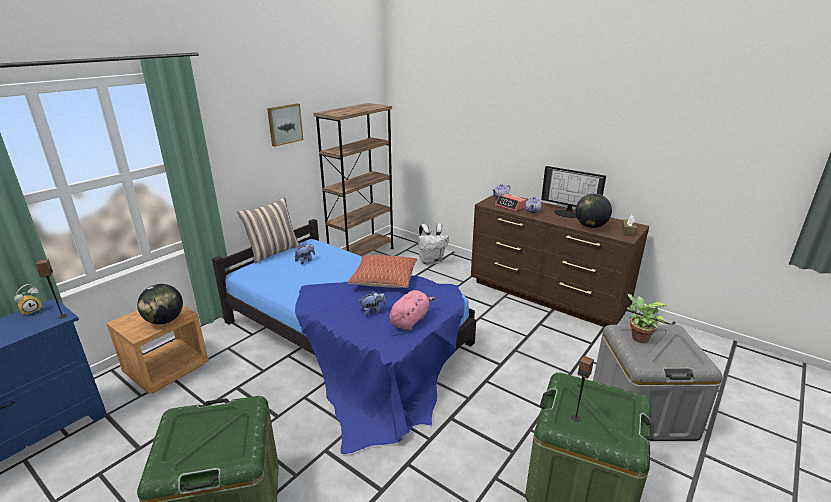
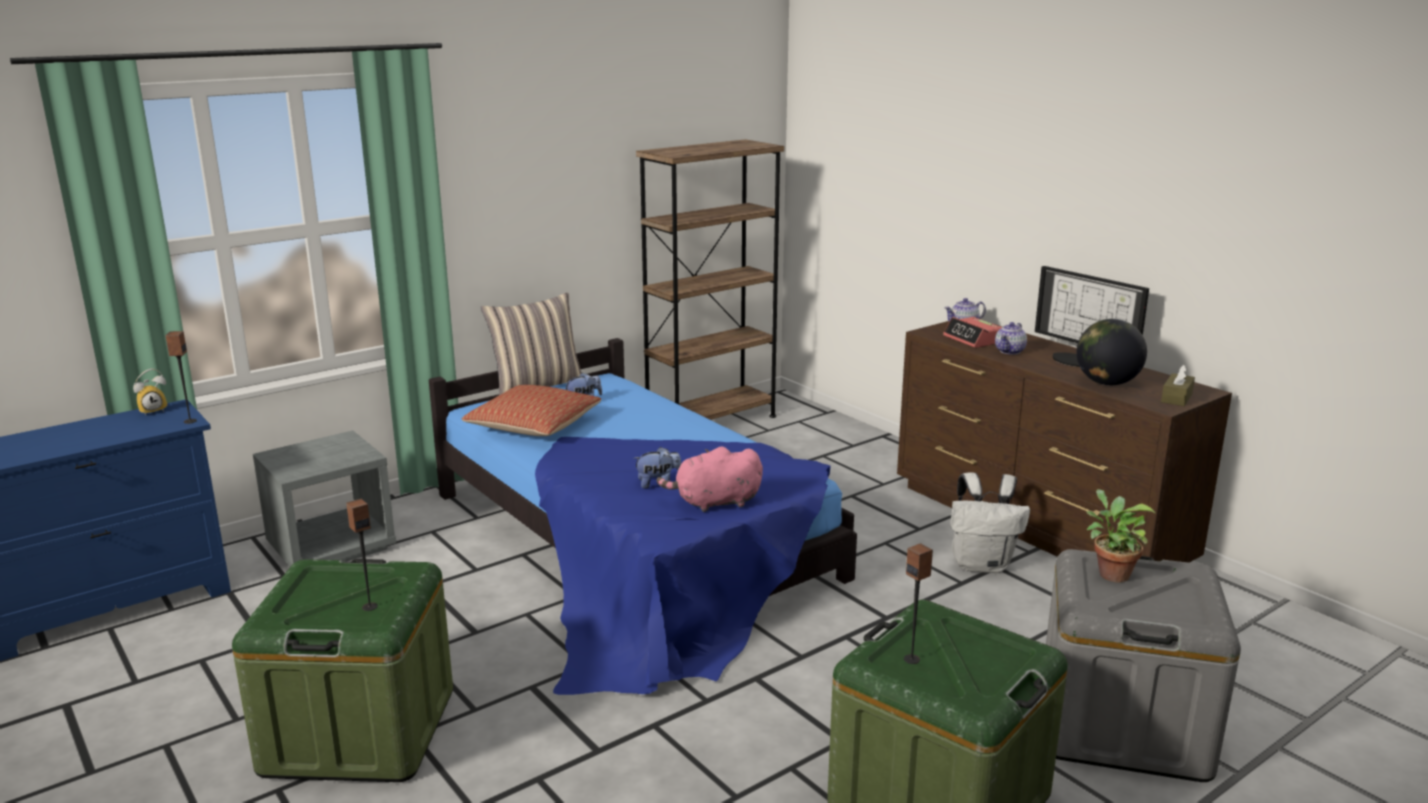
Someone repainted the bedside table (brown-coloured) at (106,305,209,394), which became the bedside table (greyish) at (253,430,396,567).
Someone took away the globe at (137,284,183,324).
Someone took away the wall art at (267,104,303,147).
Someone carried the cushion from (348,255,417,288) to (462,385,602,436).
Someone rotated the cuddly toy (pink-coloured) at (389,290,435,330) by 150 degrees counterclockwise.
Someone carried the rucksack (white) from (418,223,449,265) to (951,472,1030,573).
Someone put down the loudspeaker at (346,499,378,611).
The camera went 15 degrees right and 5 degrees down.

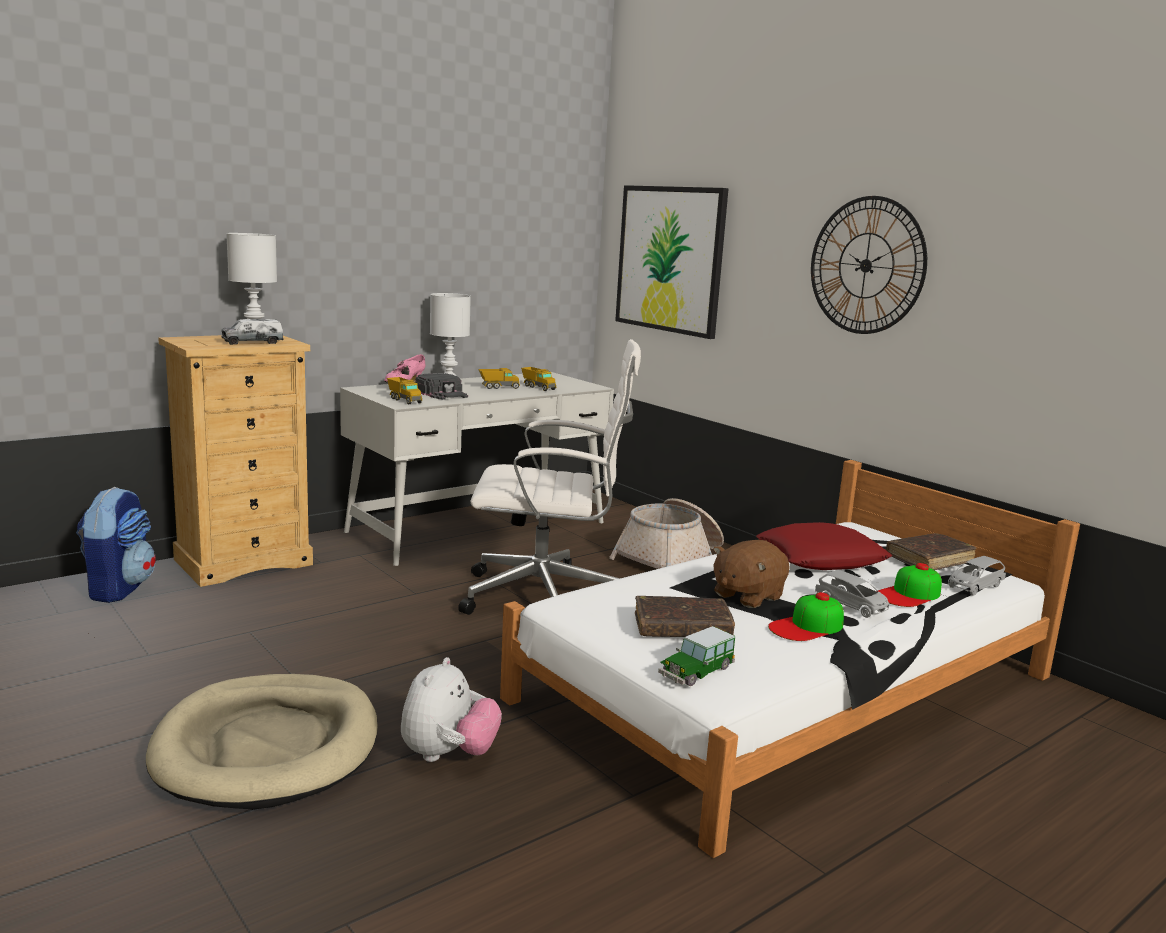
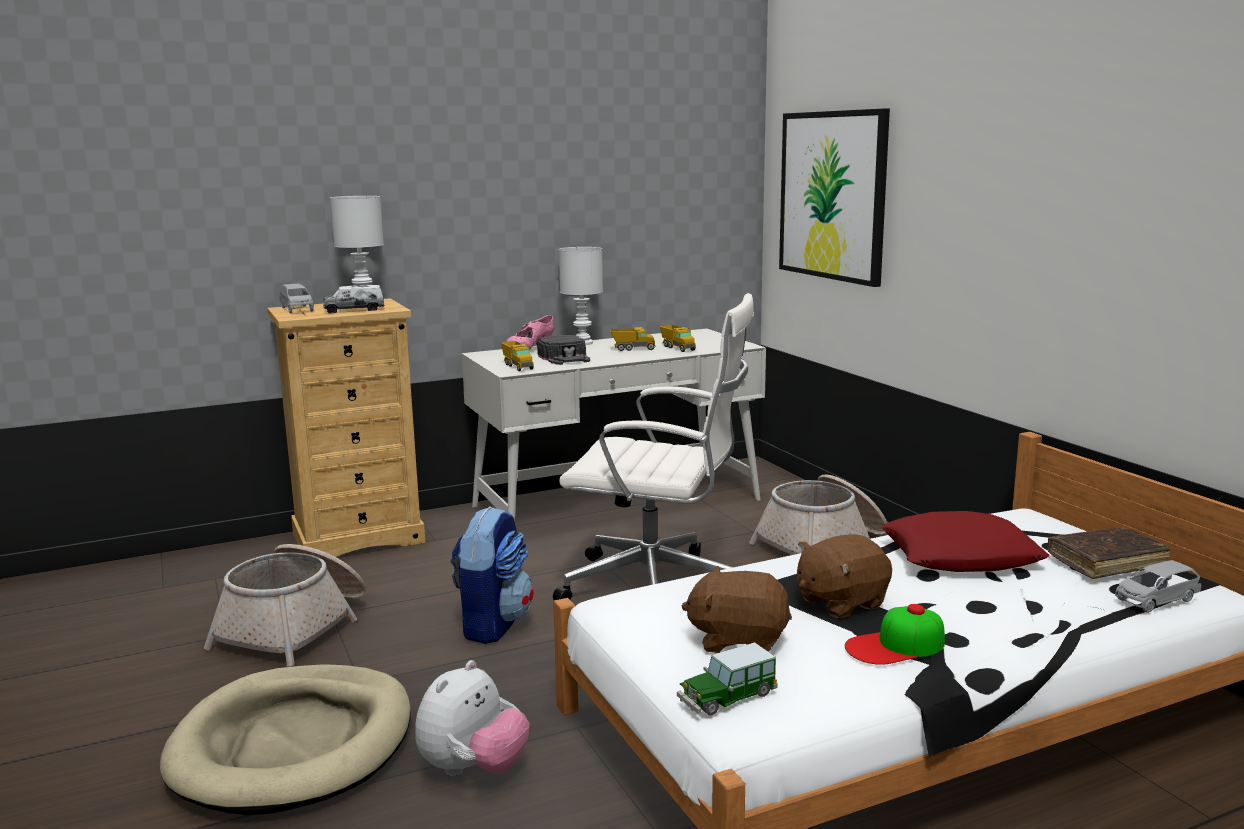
Someone carried the rucksack from (76,487,156,603) to (450,506,534,644).
Someone swapped the bound book (brown-coloured) at (635,596,735,637) for the cuddly toy (brown-coloured) at (682,566,792,653).
Someone took away the hanging clock at (811,196,927,334).
Someone carried the miniature car (greyish) from (815,570,889,618) to (280,284,314,313).
Someone took away the baseball cap at (878,563,942,607).
Someone put down the household basket at (204,544,366,667).
The camera went 15 degrees right and 0 degrees up.

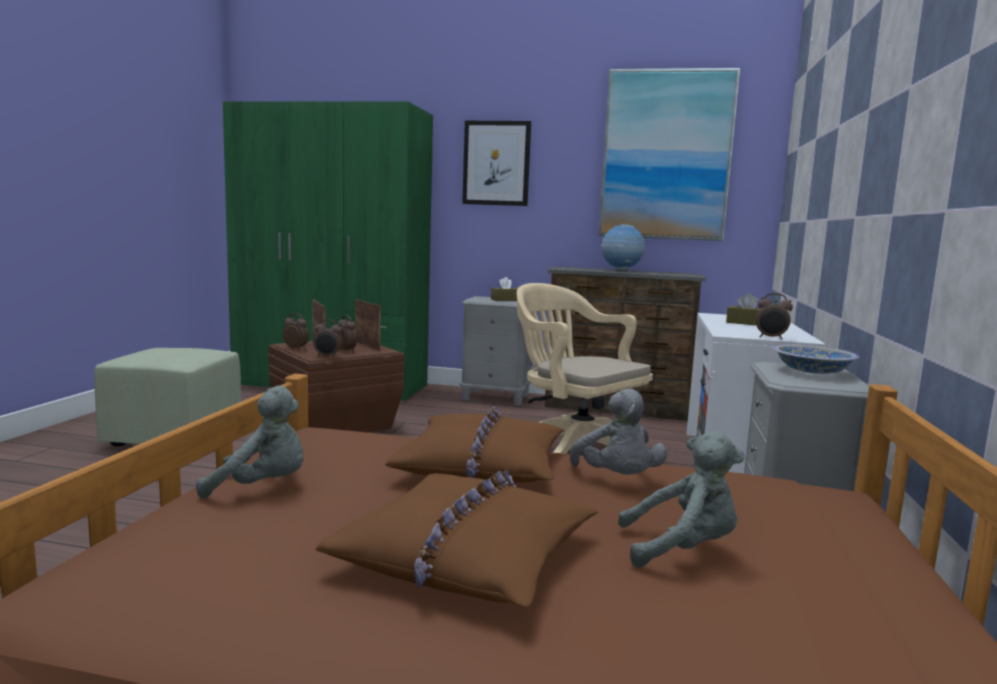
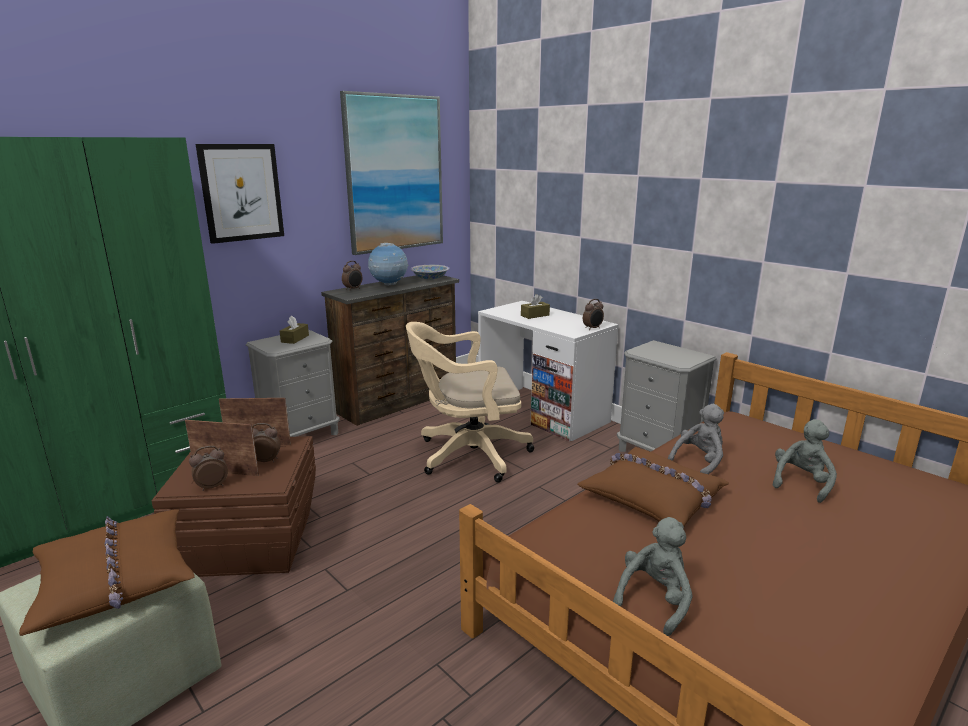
Someone carried the bedside clock from (313,319,342,358) to (342,261,362,291).
Someone carried the cushion (brown-coloured) from (316,471,598,607) to (19,509,195,636).
Someone rotated the cuddly toy (greyish) at (570,389,667,475) by 60 degrees counterclockwise.
Someone carried the bowl from (773,345,859,374) to (411,265,449,279).
The camera went 55 degrees left and 10 degrees up.

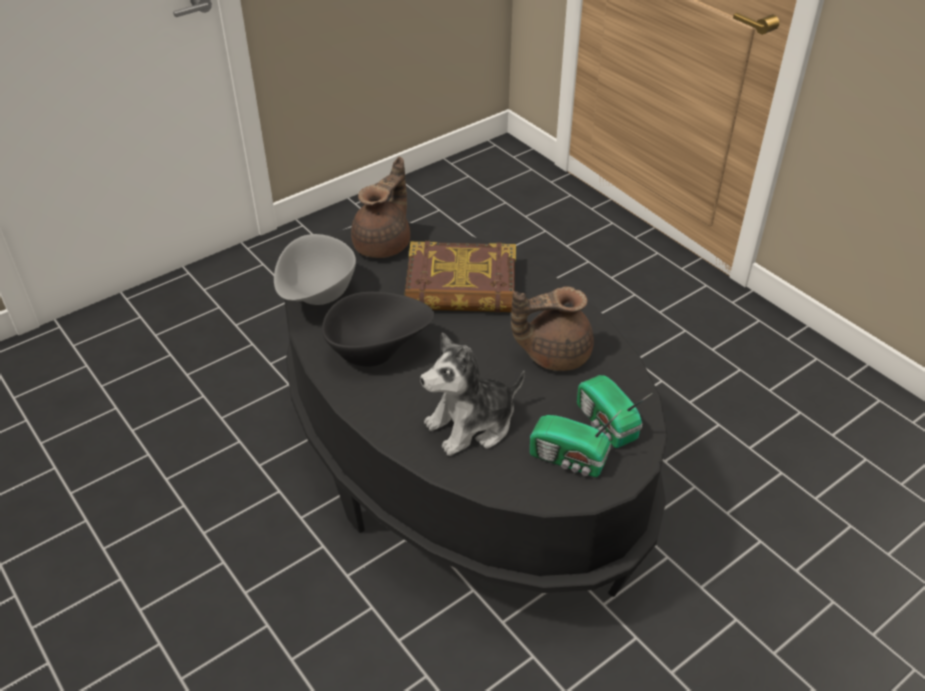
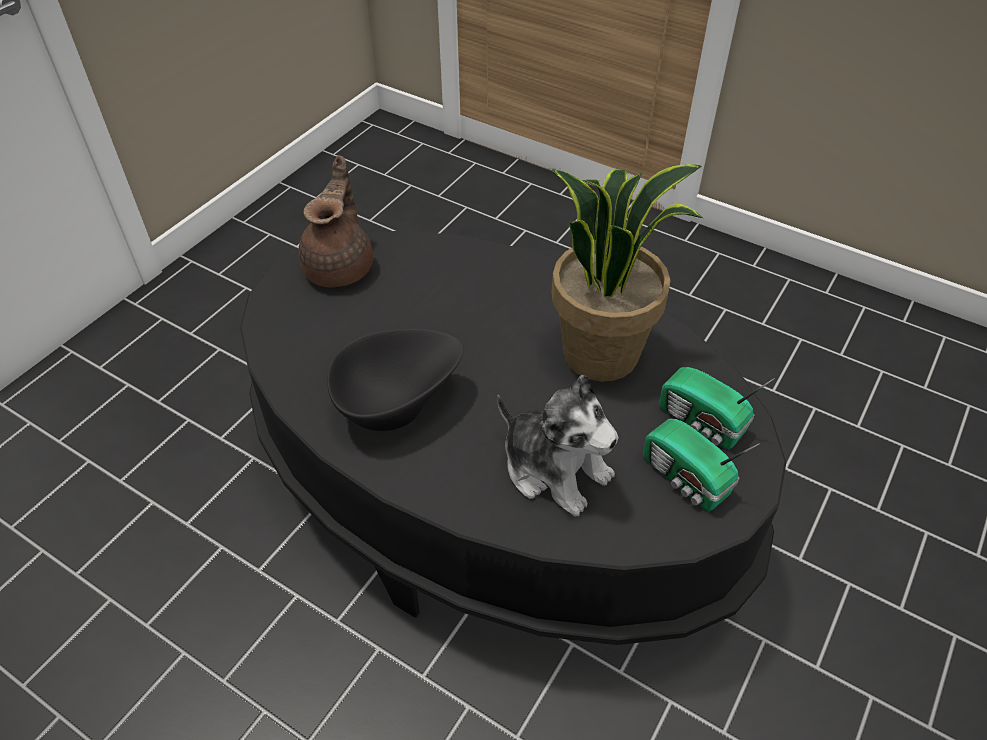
Someone took away the bowl (greyish) at (274,234,356,305).
Someone took away the bound book at (405,241,516,312).
Someone rotated the cuddly toy at (420,333,525,456) by 90 degrees counterclockwise.
Someone swapped the tea pot (brown-coloured) at (511,286,594,371) for the houseplant at (551,164,703,382).
Someone rotated the radio at (530,410,621,477) by 45 degrees clockwise.
The camera went 20 degrees left and 5 degrees up.

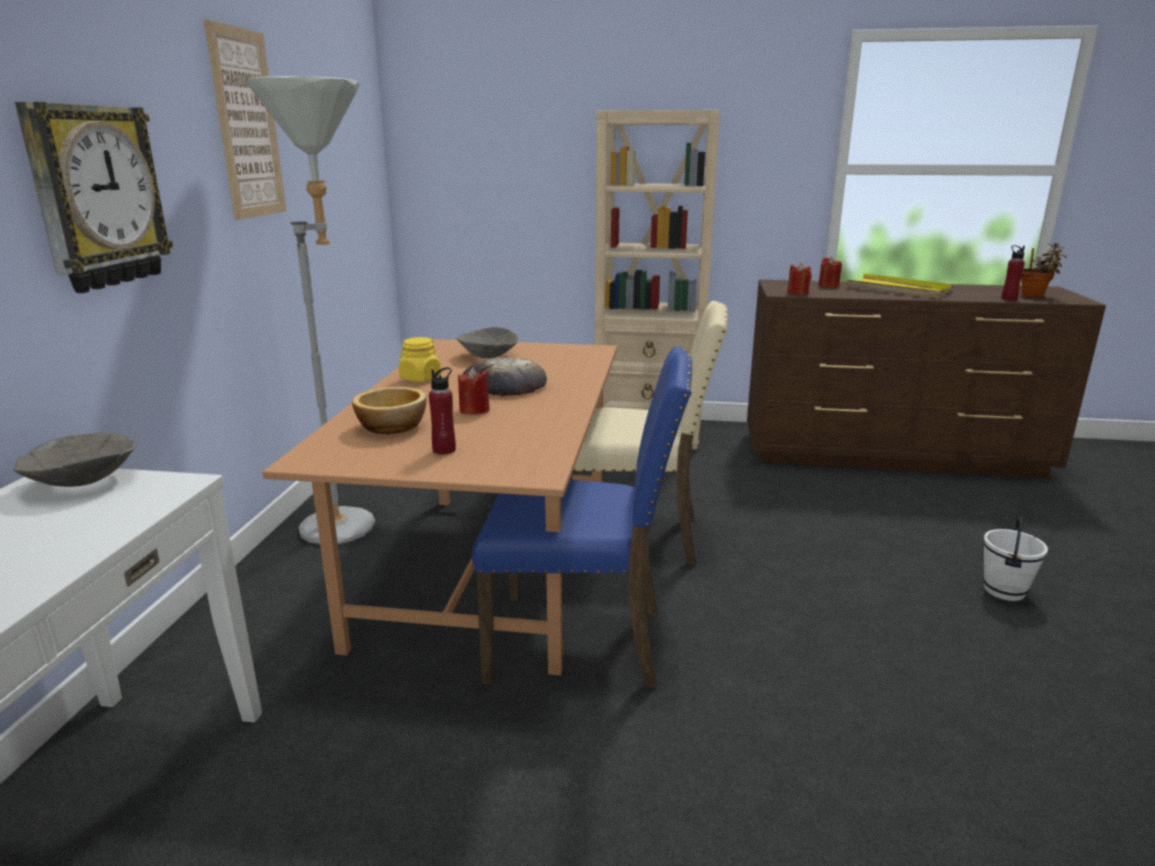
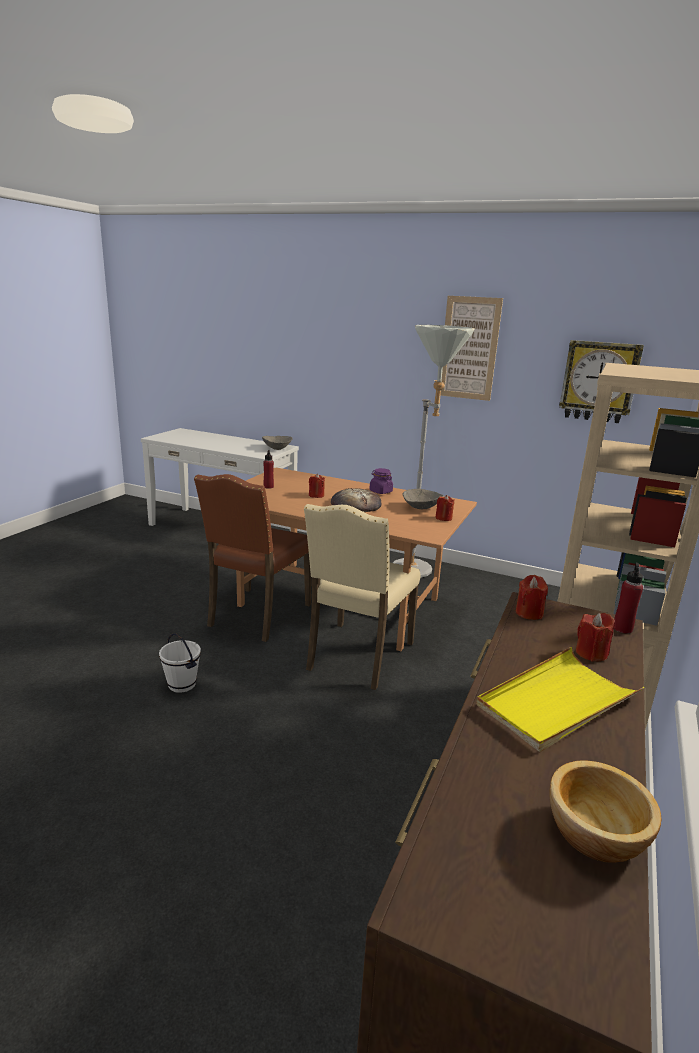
Someone carried the hanging clock from (15,102,173,293) to (559,340,644,423).
Someone carried the bowl from (352,387,427,434) to (549,760,662,863).
Someone repainted the storage jar (yellow-coloured) at (398,337,441,382), which became the storage jar (purple) at (369,468,393,494).
Someone repainted the plain chair (blue-coloured) at (472,346,692,688), which became the plain chair (brown-coloured) at (194,474,312,642).
Someone carried the water bucket (white) from (983,517,1048,601) to (159,633,201,693).
Someone carried the bottle (red) from (1001,245,1025,301) to (614,563,643,634).
Someone took away the houseplant at (1021,243,1067,297).
Someone put down the wax candle (red) at (435,495,455,521).
The camera went 105 degrees right and 0 degrees up.

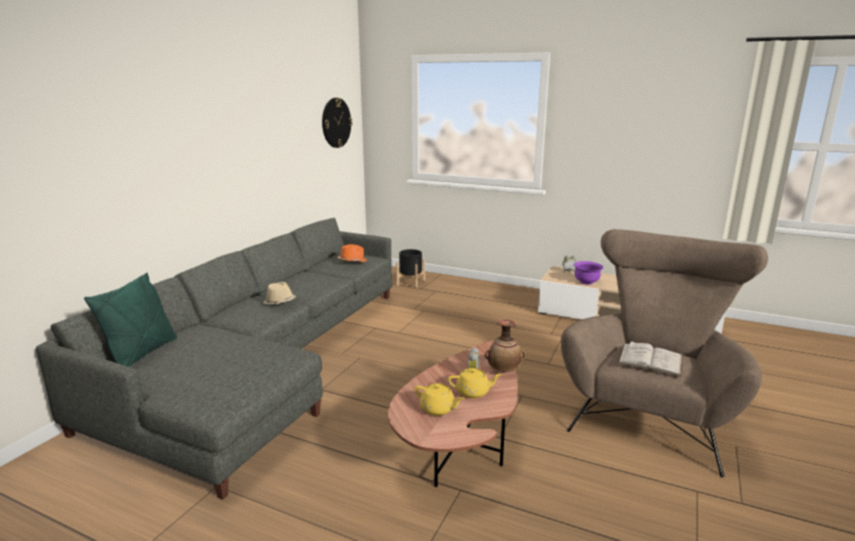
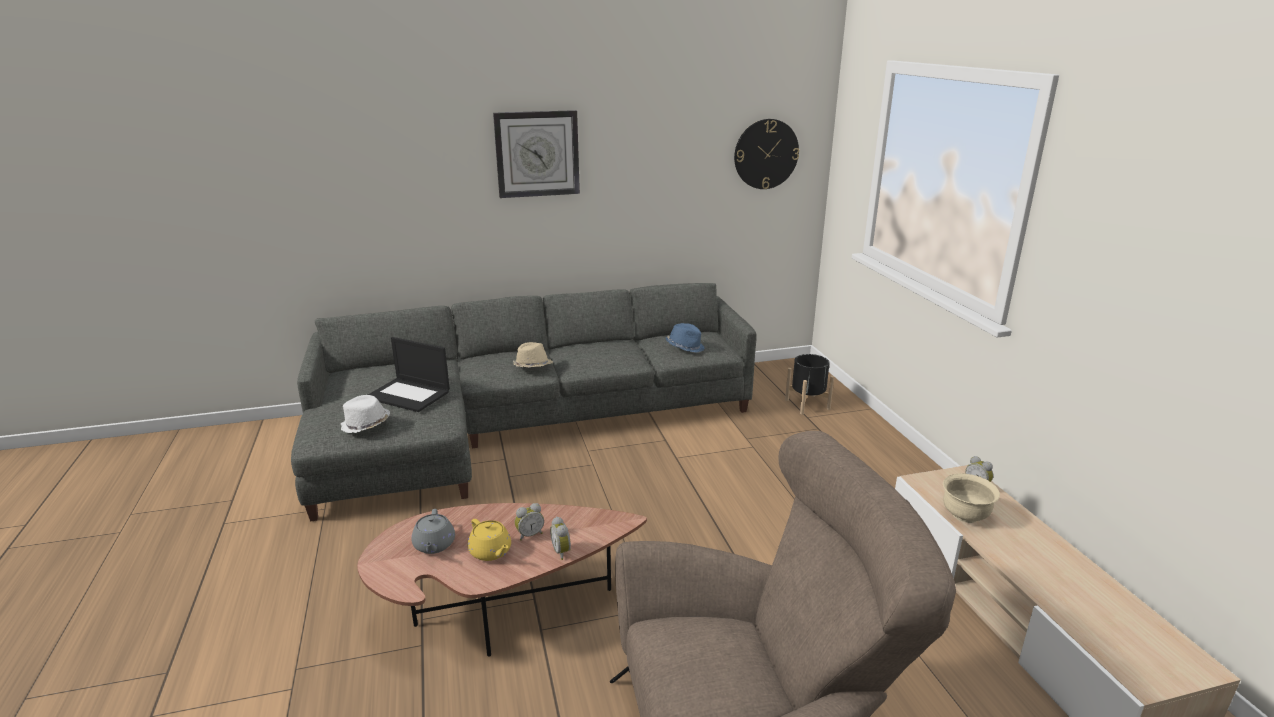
Someone took away the cushion (greenish) at (84,273,177,367).
Someone repainted the clothing hat (orangey) at (337,244,367,262), which became the clothing hat (blue-coloured) at (666,323,705,353).
Someone repainted the tea pot (yellow-coloured) at (415,383,465,416), which became the tea pot (greyish) at (412,509,455,554).
Someone swapped the flower vase at (485,319,525,372) for the bedside clock at (550,516,571,560).
Someone repainted the bowl (purple) at (574,261,603,285), which became the bowl (beige) at (943,473,1000,523).
Someone took away the bound book (white) at (617,341,683,377).
Someone put down the clothing hat (white) at (341,395,390,433).
Someone put down the notebook computer at (368,337,450,412).
Someone put up the hanging clock at (493,110,580,198).
The camera went 50 degrees right and 5 degrees up.

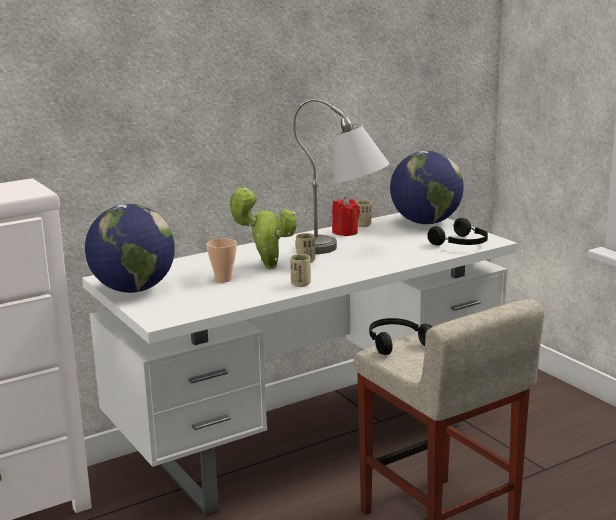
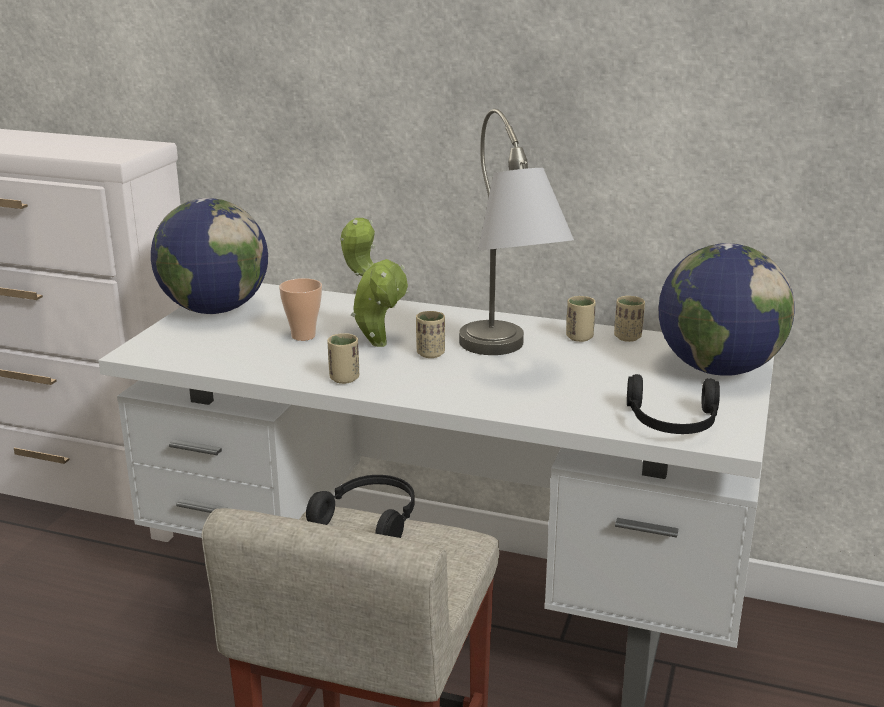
Someone swapped the wax candle (red) at (332,197,360,236) for the small cup (beige) at (566,296,596,342).
The camera went 50 degrees right and 5 degrees up.

